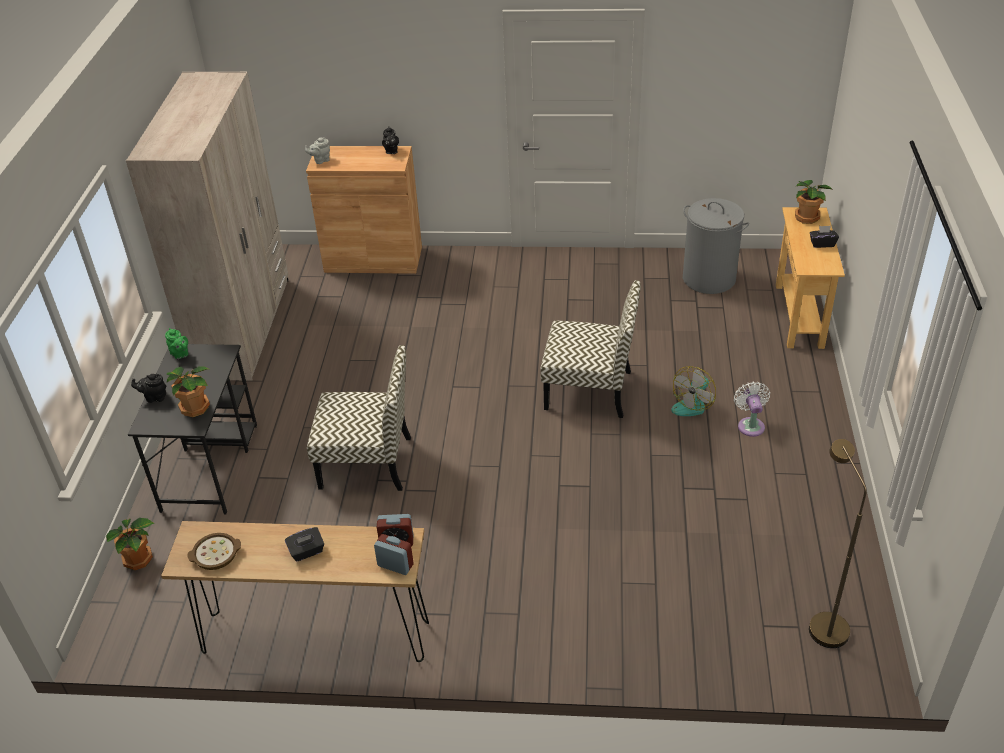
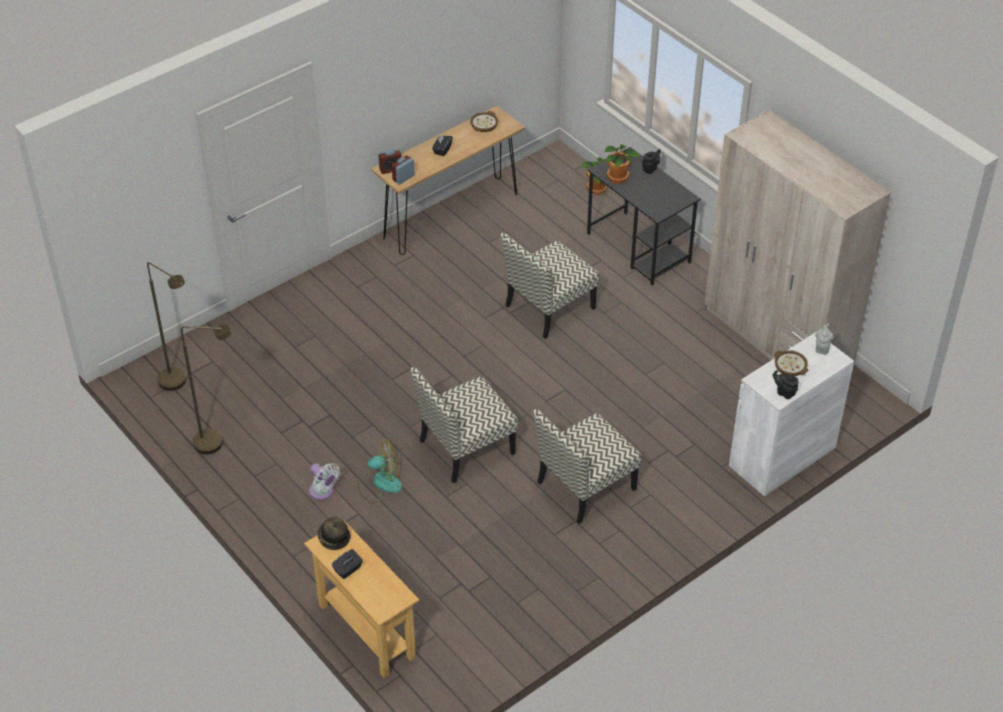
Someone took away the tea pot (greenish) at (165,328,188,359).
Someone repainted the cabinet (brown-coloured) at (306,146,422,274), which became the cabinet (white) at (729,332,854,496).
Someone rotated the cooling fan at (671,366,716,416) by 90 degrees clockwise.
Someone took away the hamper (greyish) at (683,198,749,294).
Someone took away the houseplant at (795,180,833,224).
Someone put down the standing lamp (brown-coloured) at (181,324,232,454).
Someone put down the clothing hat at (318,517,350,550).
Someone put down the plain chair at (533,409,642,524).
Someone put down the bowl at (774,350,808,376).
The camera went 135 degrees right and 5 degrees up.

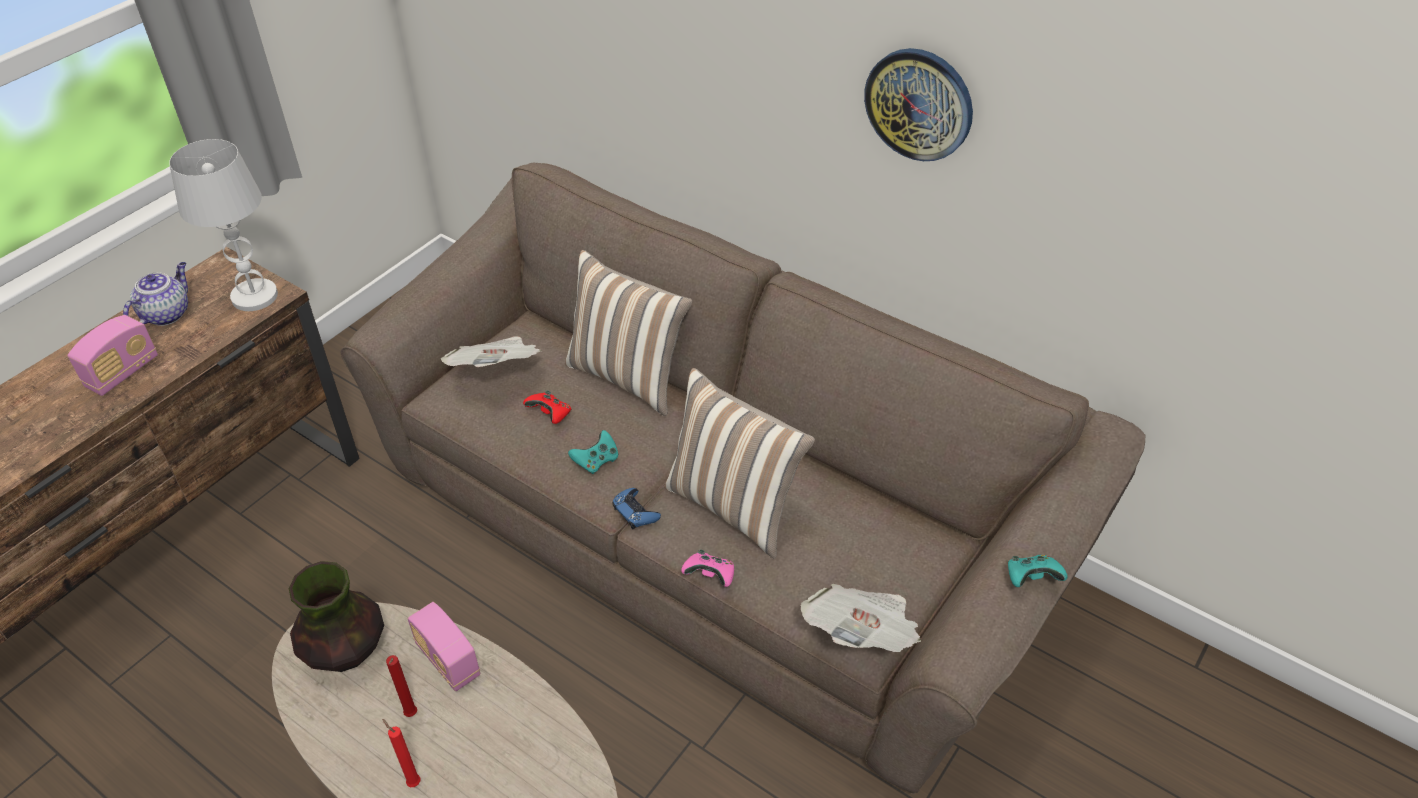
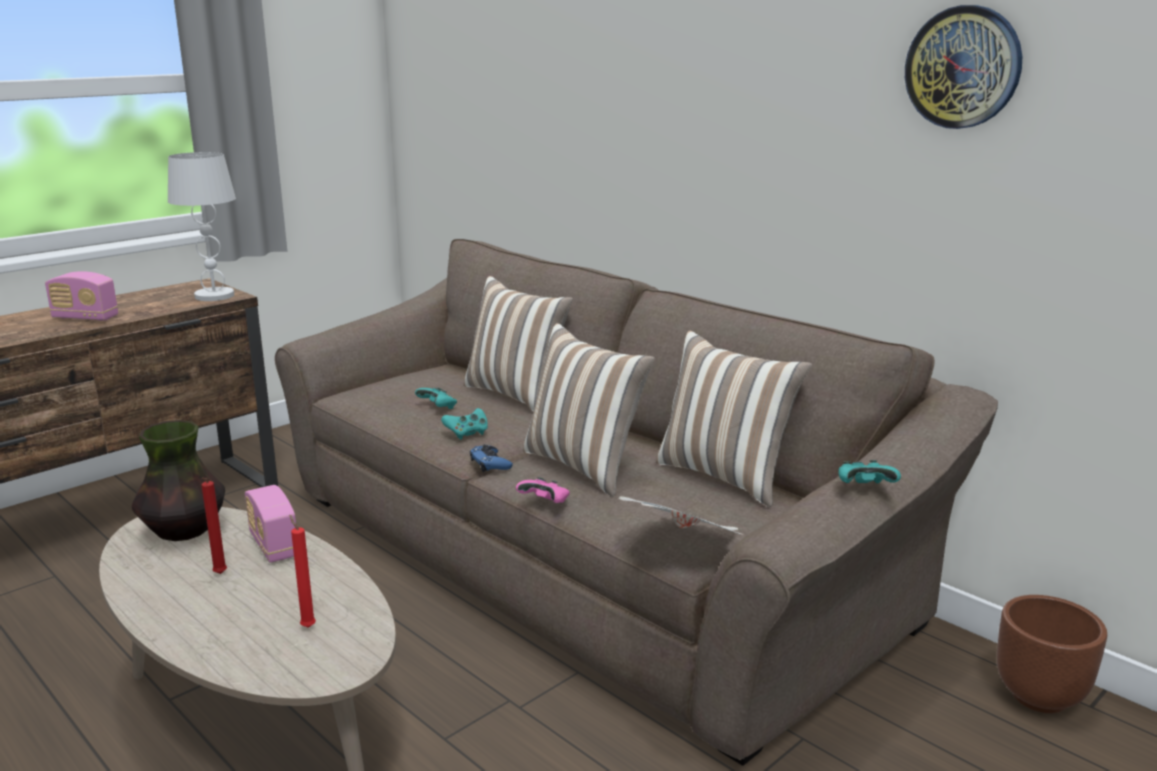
Someone rotated the radio at (68,315,158,396) by 60 degrees clockwise.
Someone took away the tea pot at (123,262,188,326).
Someone carried the wax candle (red) from (382,719,421,787) to (289,515,316,628).
Someone took away the daily paper at (441,337,542,367).
Someone repainted the gamepad (red) at (523,390,571,424), which became the gamepad (blue-green) at (415,387,457,409).
Someone carried the hanging clock from (864,48,973,161) to (905,5,1022,129).
Someone put down the cushion at (656,331,812,507).
Someone put down the flower pot (brown-coloured) at (997,595,1107,713).
The camera went 10 degrees right and 25 degrees down.

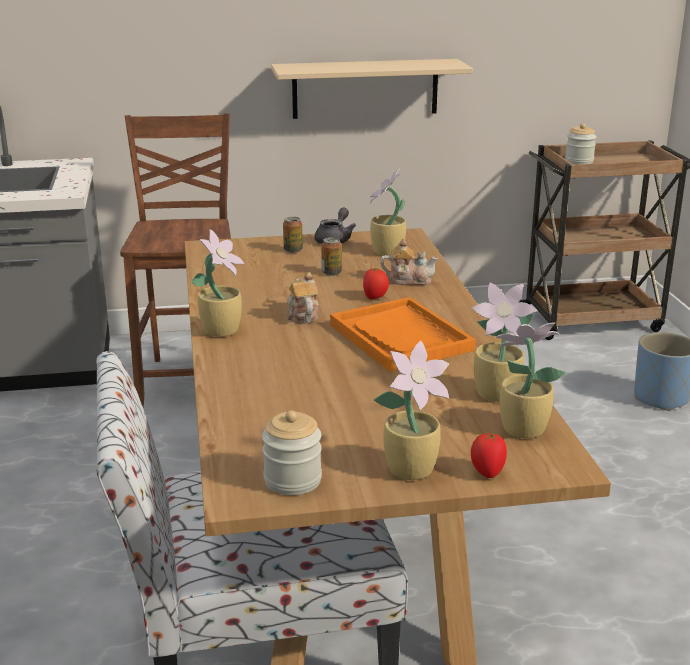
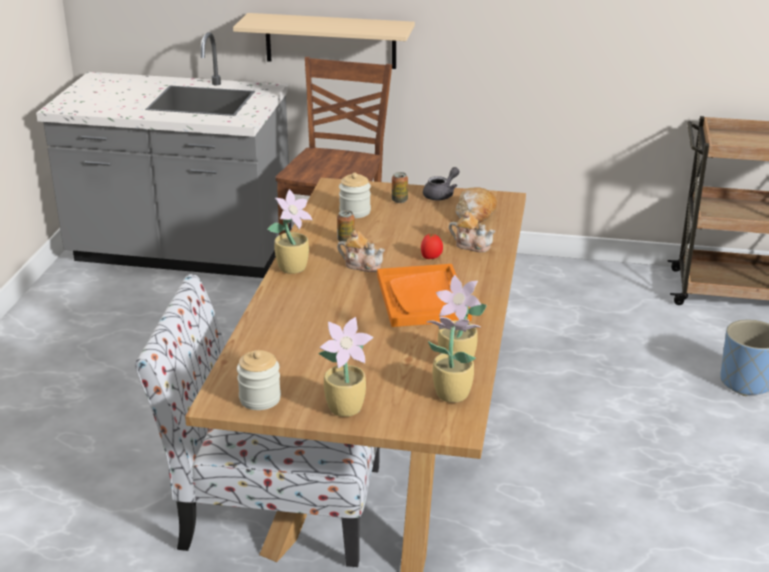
Someone carried the shelf (beige) from (271,59,473,119) to (233,13,415,69).
Someone rotated the tea pot at (287,272,319,324) by 105 degrees clockwise.
Someone carried the sealed can from (322,237,342,276) to (337,210,355,242).
Someone swapped the houseplant at (370,169,406,256) for the bread at (455,187,497,223).
Someone took away the tomato at (471,433,507,478).
Someone carried the storage jar from (565,123,596,165) to (339,172,371,218).
The camera went 20 degrees right and 5 degrees up.

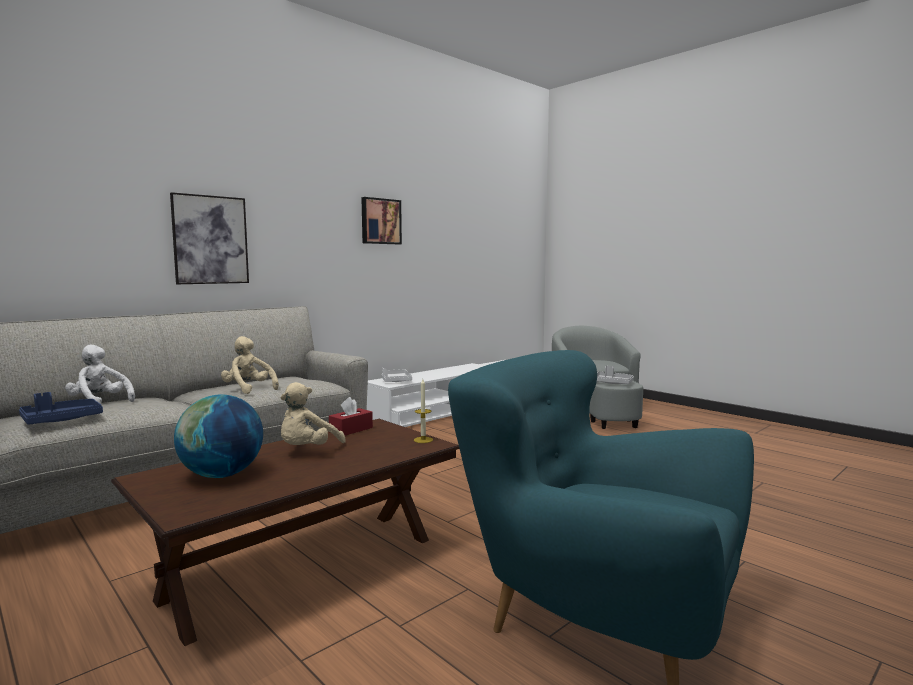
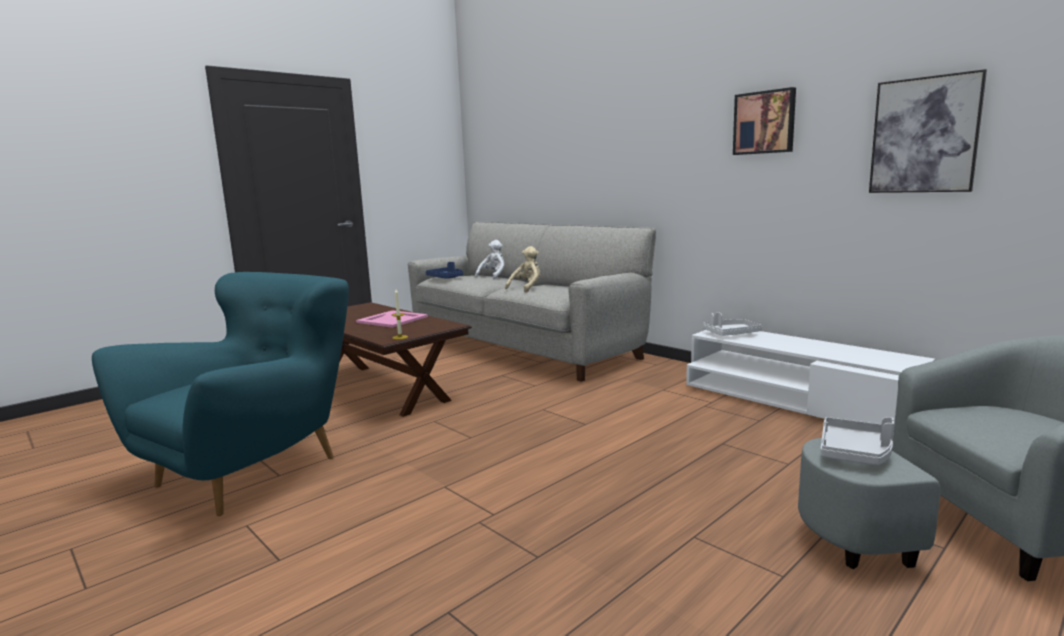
Someone carried the wall art from (170,192,249,284) to (869,69,987,193).
Someone took away the globe at (174,395,263,478).
Someone swapped the cuddly toy (beige) at (281,382,346,445) for the carrying tray (pink-coloured) at (356,310,428,328).
Someone took away the tissue holder (red) at (329,397,373,435).
The camera went 90 degrees right and 5 degrees up.

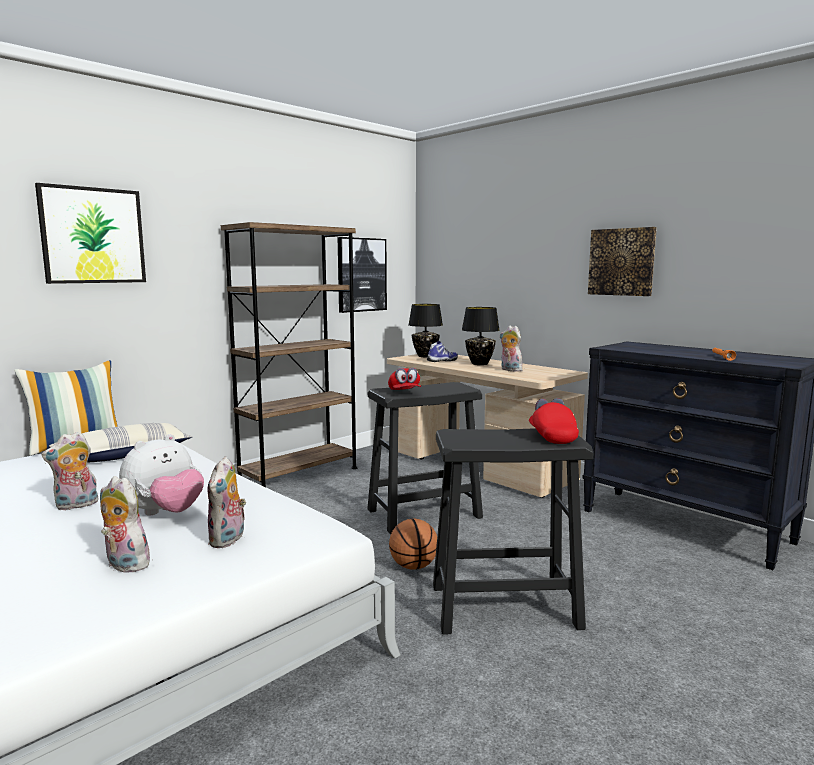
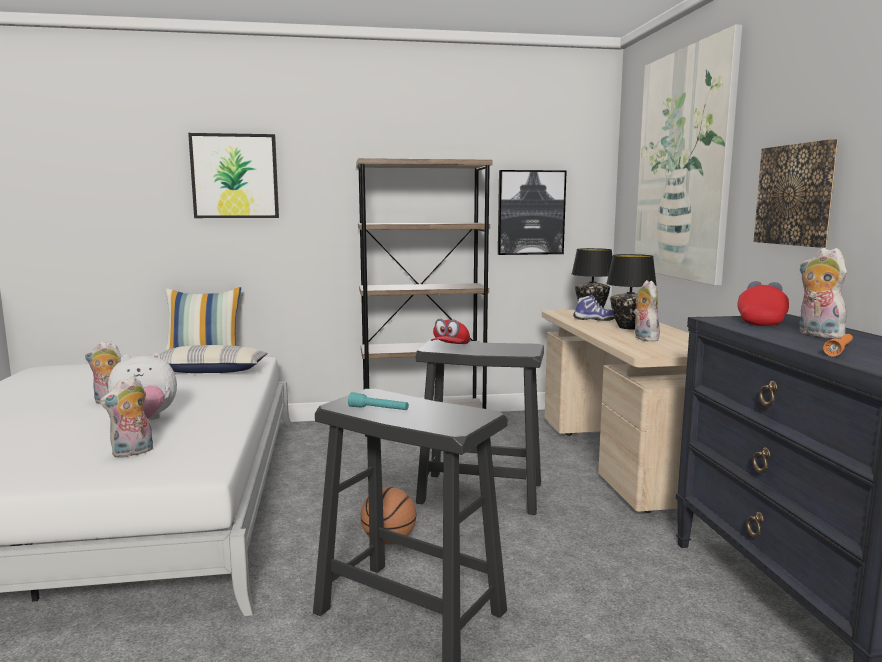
Someone carried the cuddly toy from (100,476,150,573) to (799,248,847,338).
Someone carried the baseball cap (red) from (529,398,579,444) to (737,281,789,326).
Someone put down the torch (blue-green) at (348,392,409,410).
Someone put up the wall art at (635,24,742,286).
The camera went 35 degrees right and 0 degrees up.

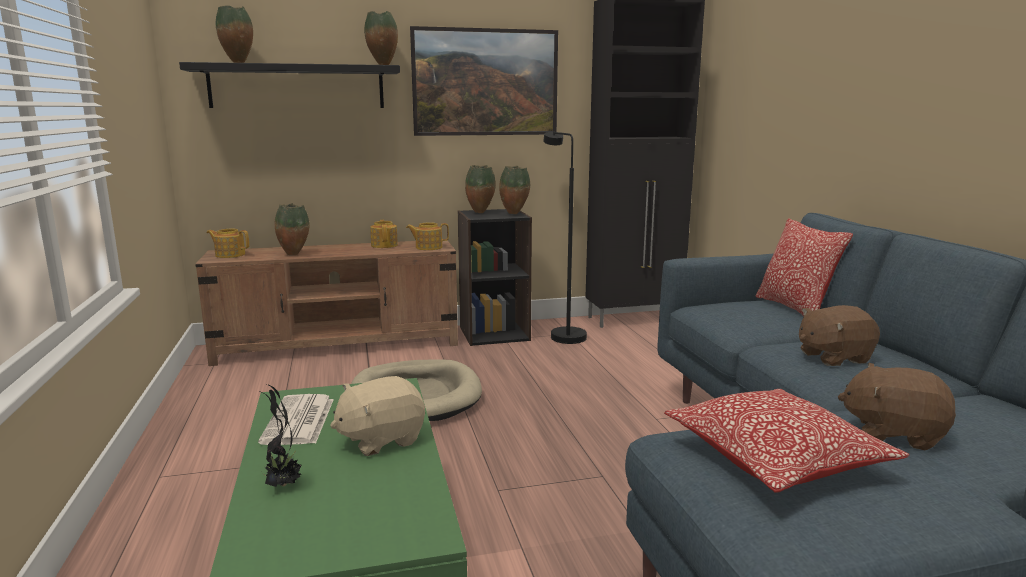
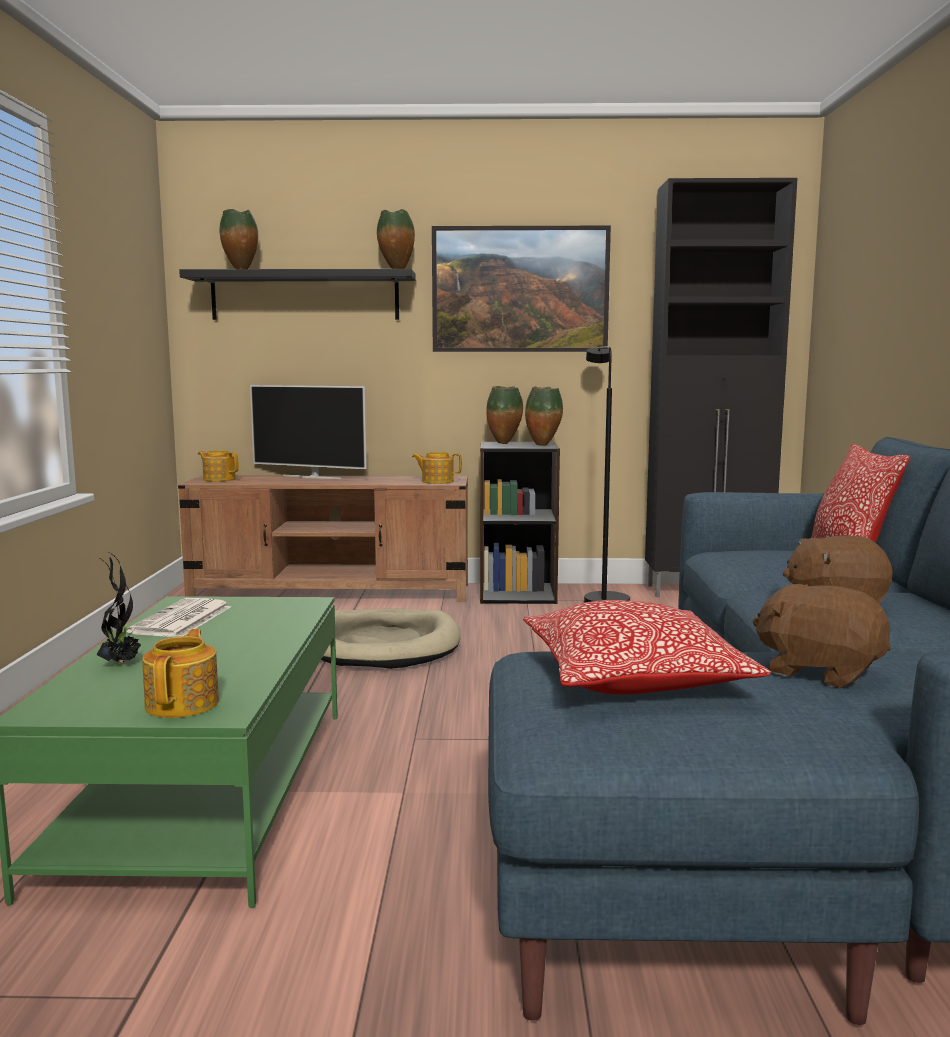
Someone took away the flower vase at (275,203,310,255).
Someone took away the cuddly toy (beige) at (330,376,425,456).
Someone carried the tea pot from (370,220,398,248) to (142,629,219,718).
Someone put down the TV set at (250,385,367,479).
The camera went 15 degrees right and 5 degrees down.

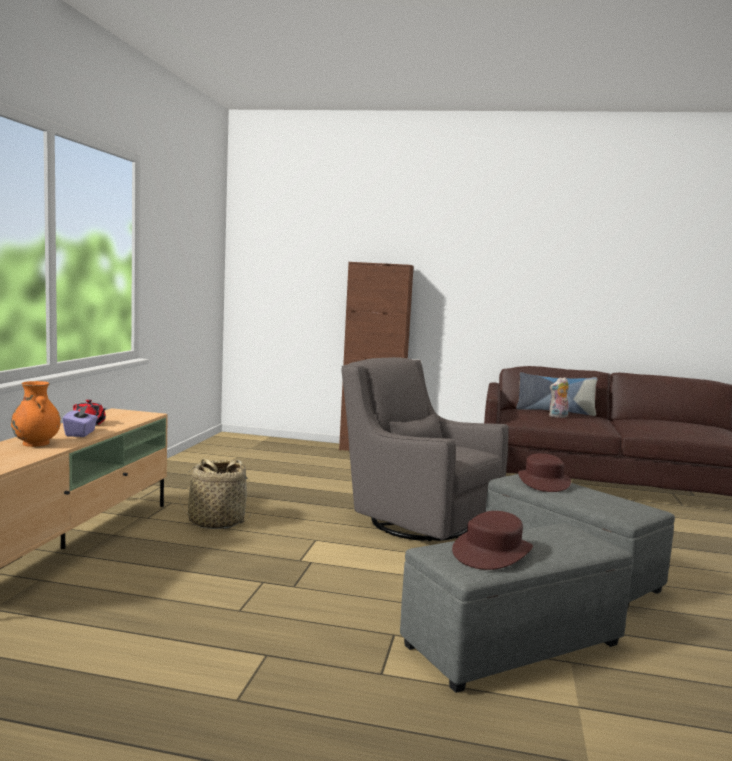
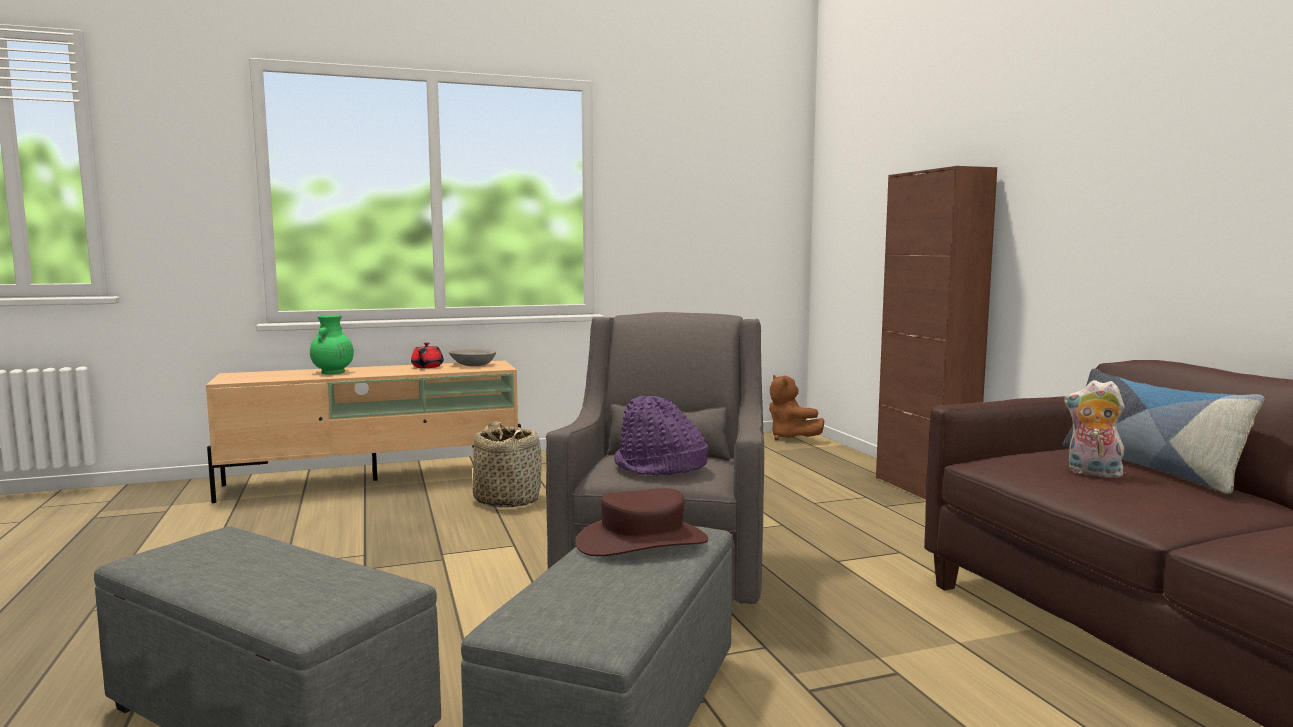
Someone repainted the flower vase (orangey) at (11,381,61,447), which became the flower vase (greenish) at (310,315,354,374).
Someone took away the tissue holder (purple) at (62,405,98,437).
Someone took away the clothing hat (brown-coloured) at (452,511,533,570).
Someone put down the bowl (greyish) at (449,349,496,366).
Someone put down the clothing hat (purple) at (614,396,708,476).
Someone put down the cuddly toy (brown-coloured) at (769,375,824,440).
The camera went 60 degrees right and 0 degrees up.

